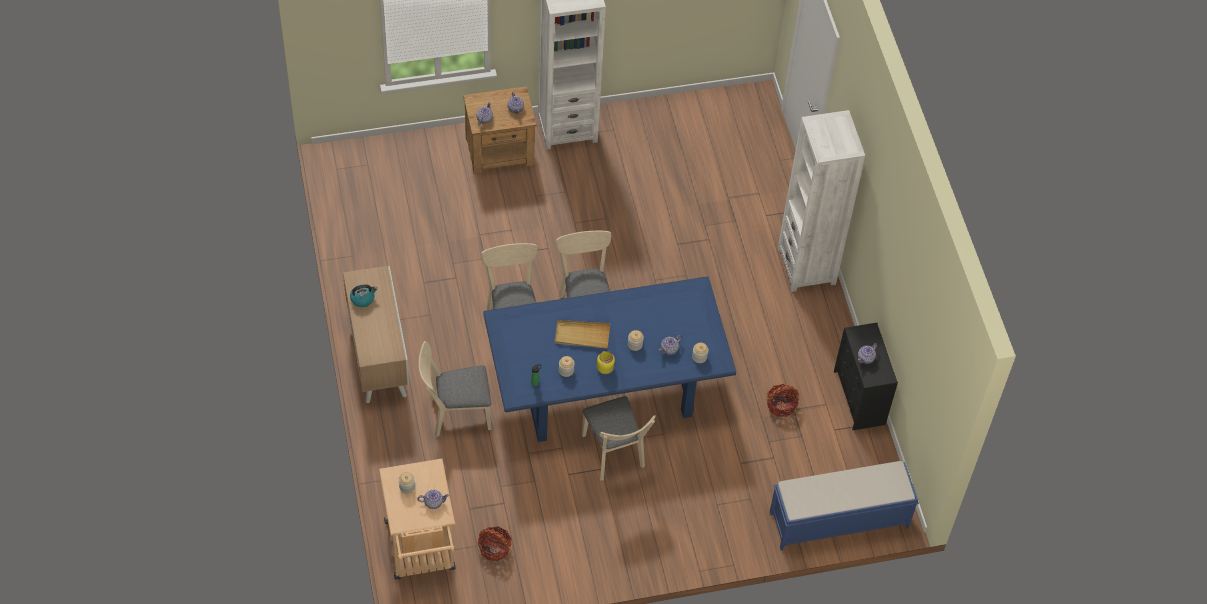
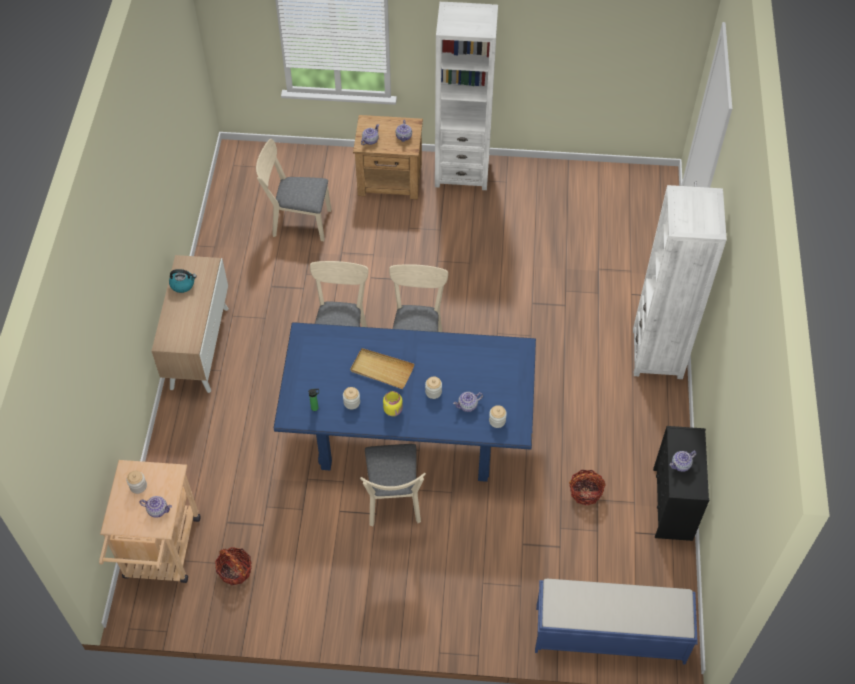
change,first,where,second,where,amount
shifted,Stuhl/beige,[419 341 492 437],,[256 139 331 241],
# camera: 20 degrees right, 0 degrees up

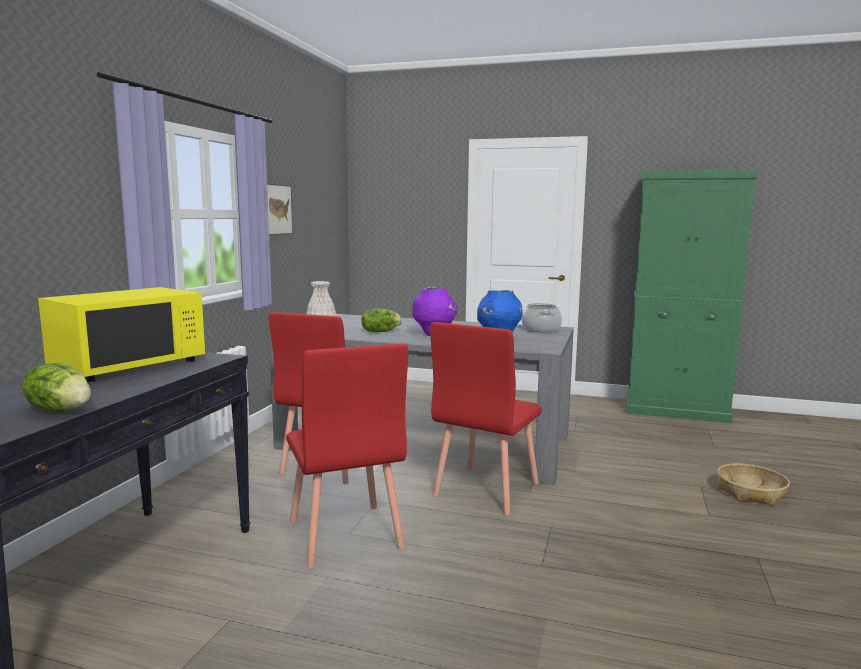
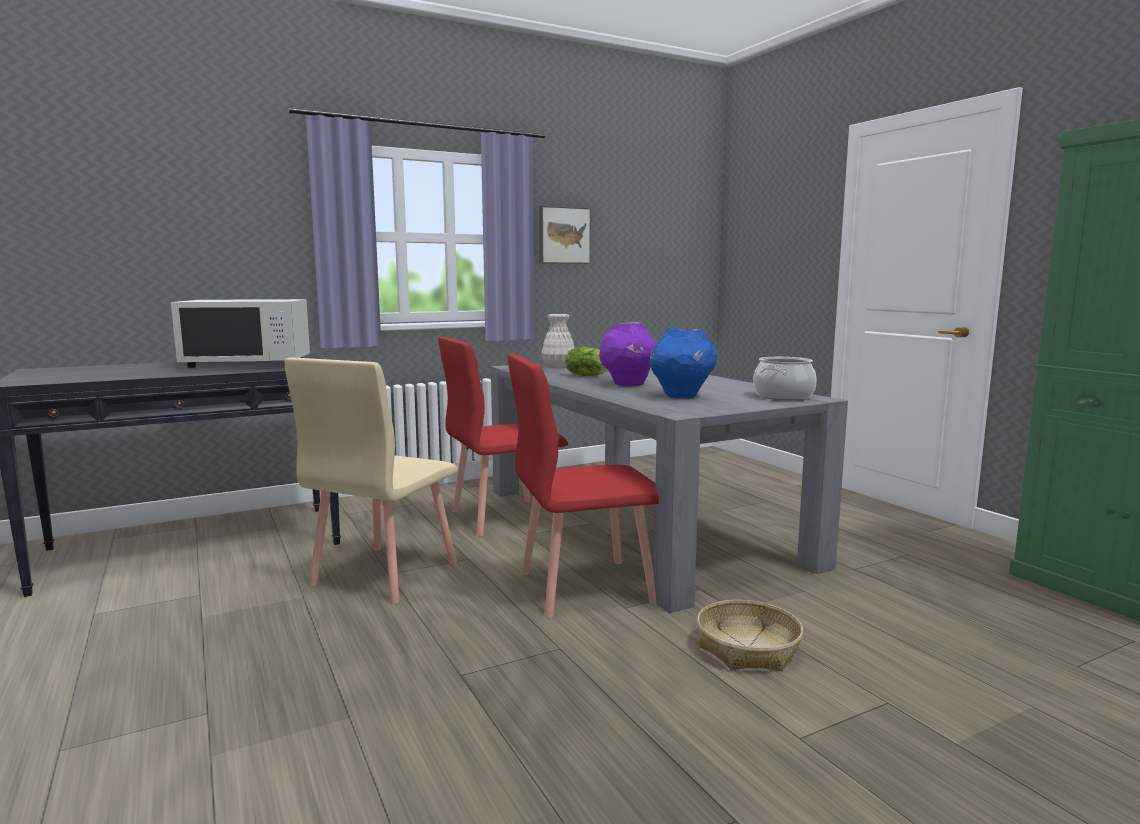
change,first,where,second,where,amount
repainted,Mikrowelle/gelb,[38 287 205 382],Mikrowelle/weiß,[171 299 310 368],
repainted,Stuhl/rot,[286 344 408 568],Stuhl/beige,[284 358 458 604],
shifted,Korb,[717 463 790 506],,[697 600 803 671],
gone,Salatkopf,[22 363 91 412],,,
# camera: 45 degrees right, 0 degrees up

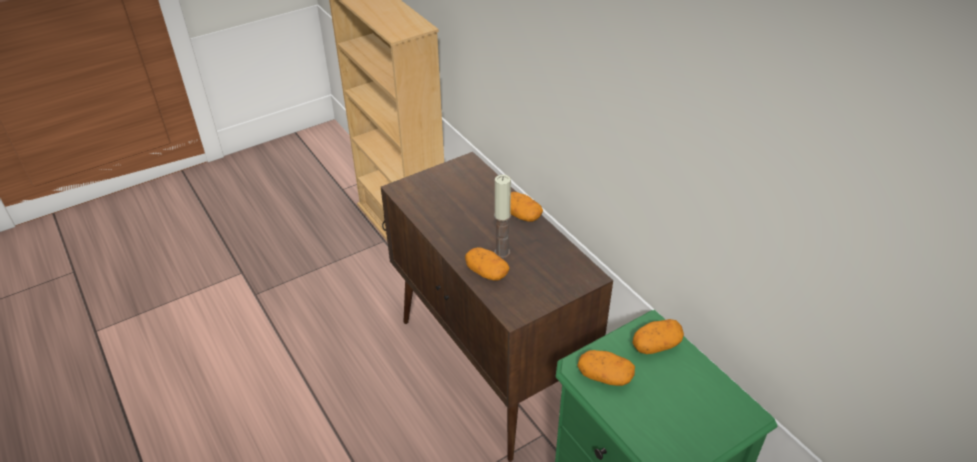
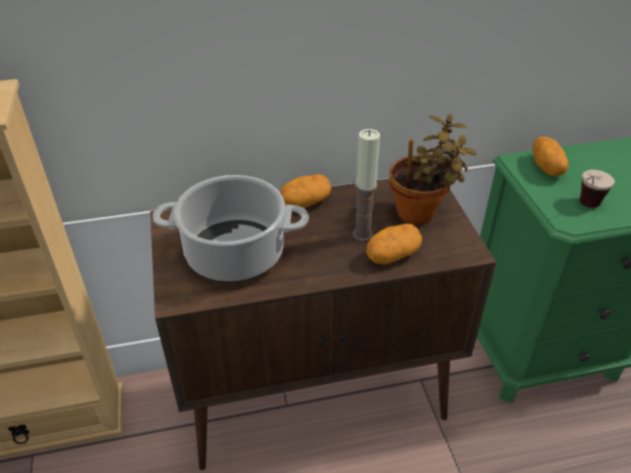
change,first,where,second,where,amount
new,,,Kochtopf,[153 175 309 283],
new,,,Topfpflanze,[389 114 477 225],
swapped,Kartoffel,[577 350 635 386],Tasse,[580 170 615 208],
# camera: 70 degrees left, 0 degrees up

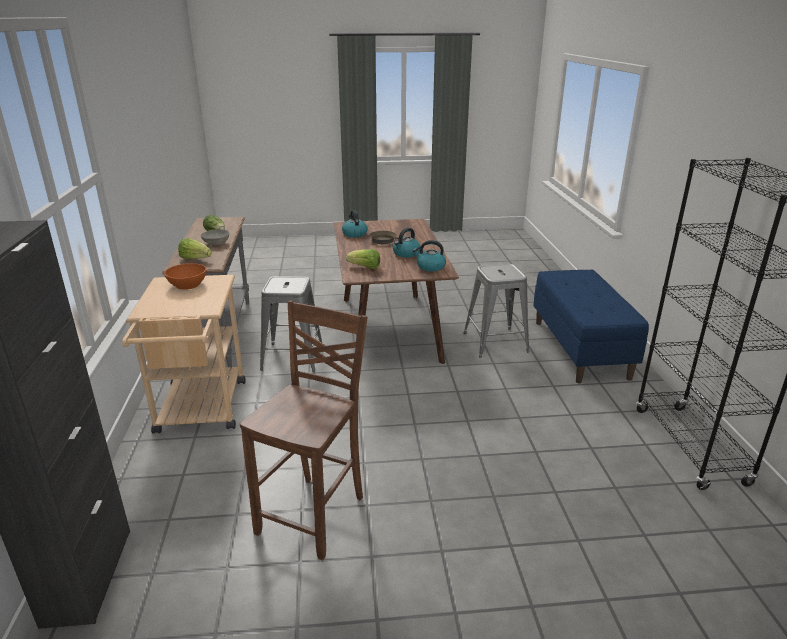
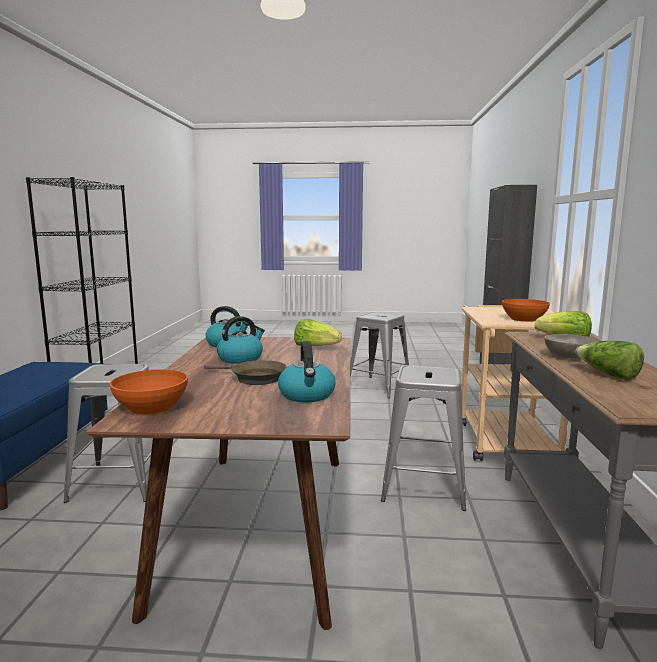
change,first,where,second,where,amount
new,,,Schüssel/orange,[109 369 188 415],
swapped,Stuhl/braun,[240 300 368 561],Hocker/grau,[350 312 409 398],
# camera: 170 degrees left, 15 degrees down

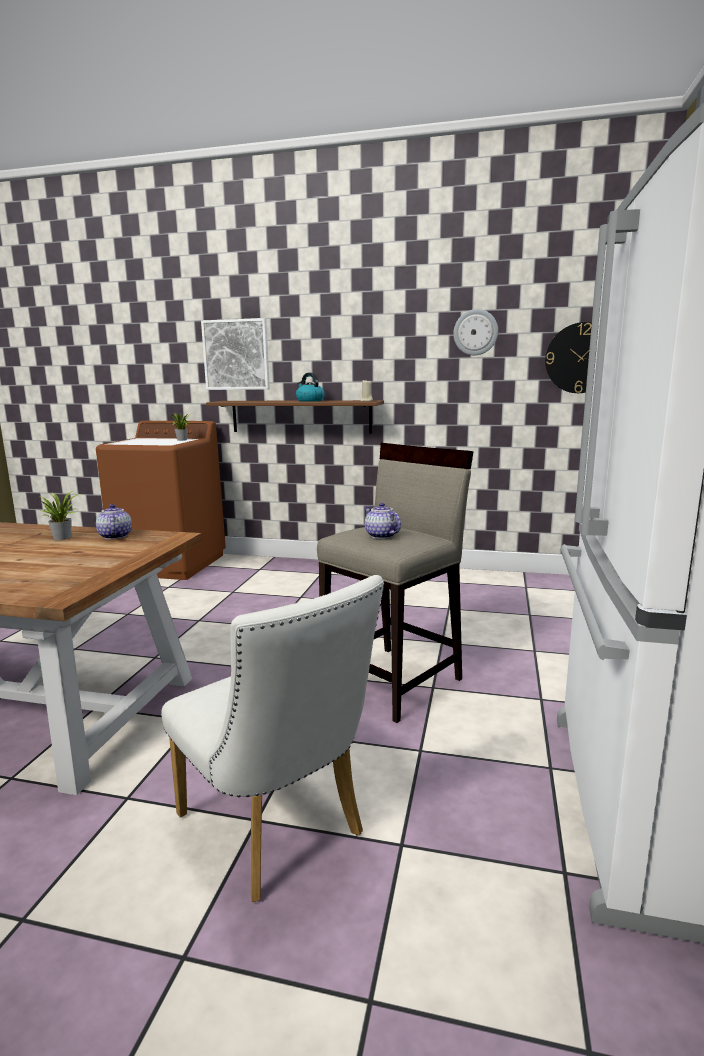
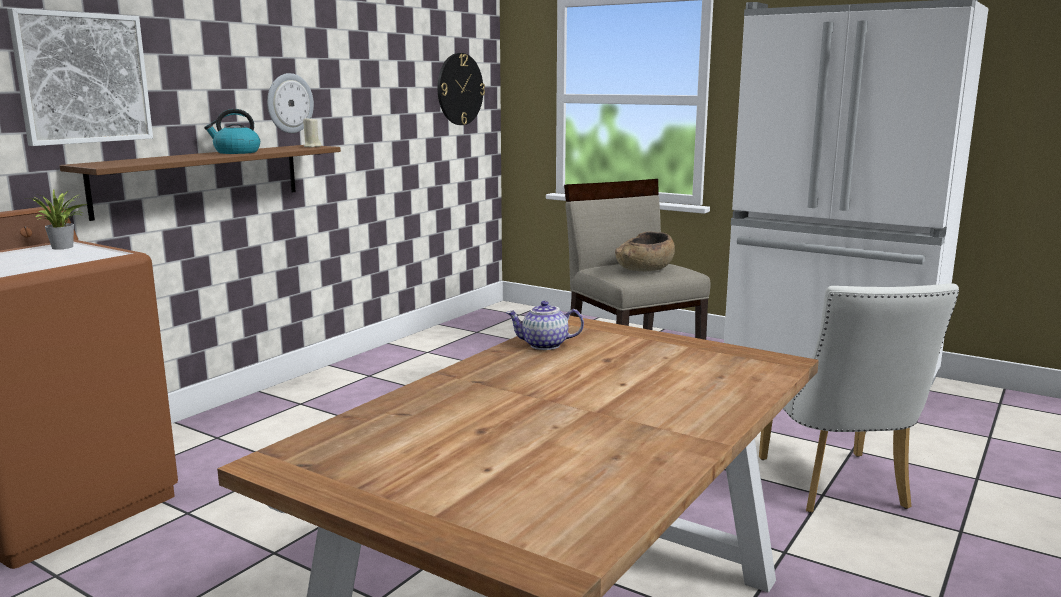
change,first,where,second,where,amount
shifted,Wanduhr,[453 309 498 355],,[267 73 314 133],
swapped,Teekanne,[365 503 401 539],Schüssel/braun,[615 232 675 271],
rotated,Stuhl/weiß,[161 575 384 902],,[759 283 959 513],105 degrees clockwise
gone,Topfpflanze,[38 491 80 540],,,
# camera: 70 degrees left, 0 degrees up

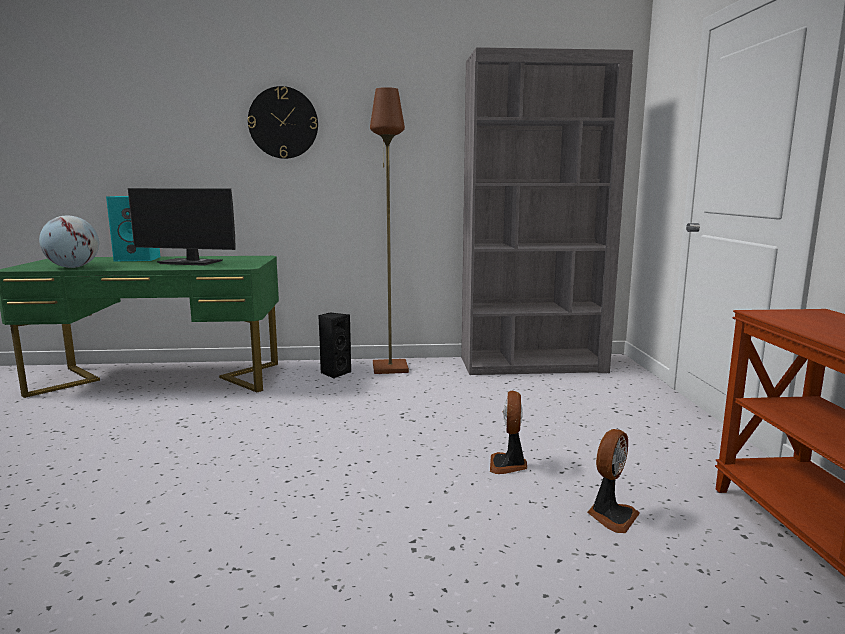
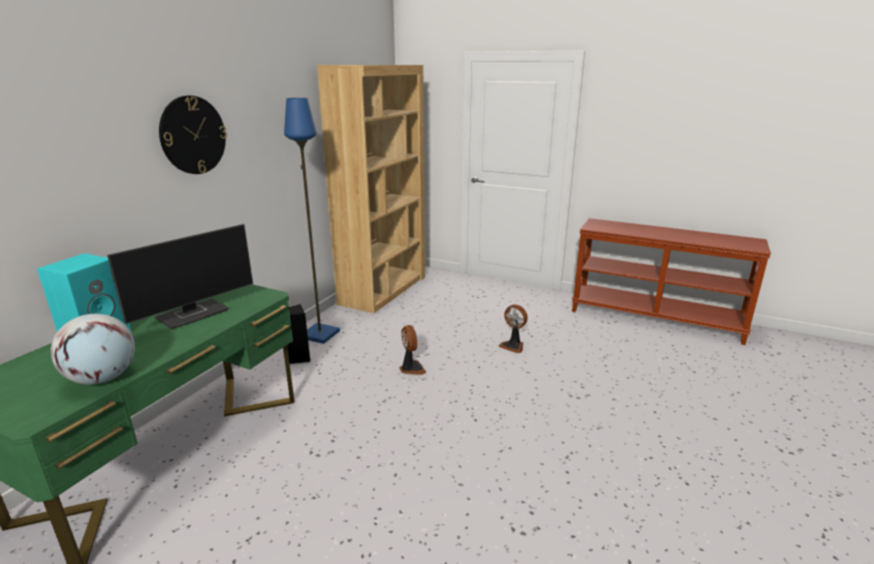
change,first,where,second,where,amount
repainted,Stehlampe/braun,[370 87 409 374],Stehlampe/blau,[284 98 340 344],
repainted,Bücherregal/grau,[461 47 633 375],Bücherregal/braun,[317 65 425 313],
shifted,Ventilator,[587 429 640 533],,[399 325 426 375],
# camera: 60 degrees left, 10 degrees up

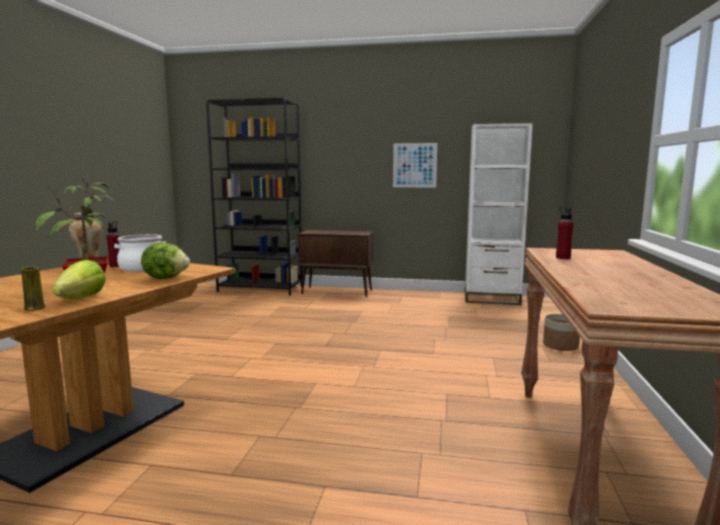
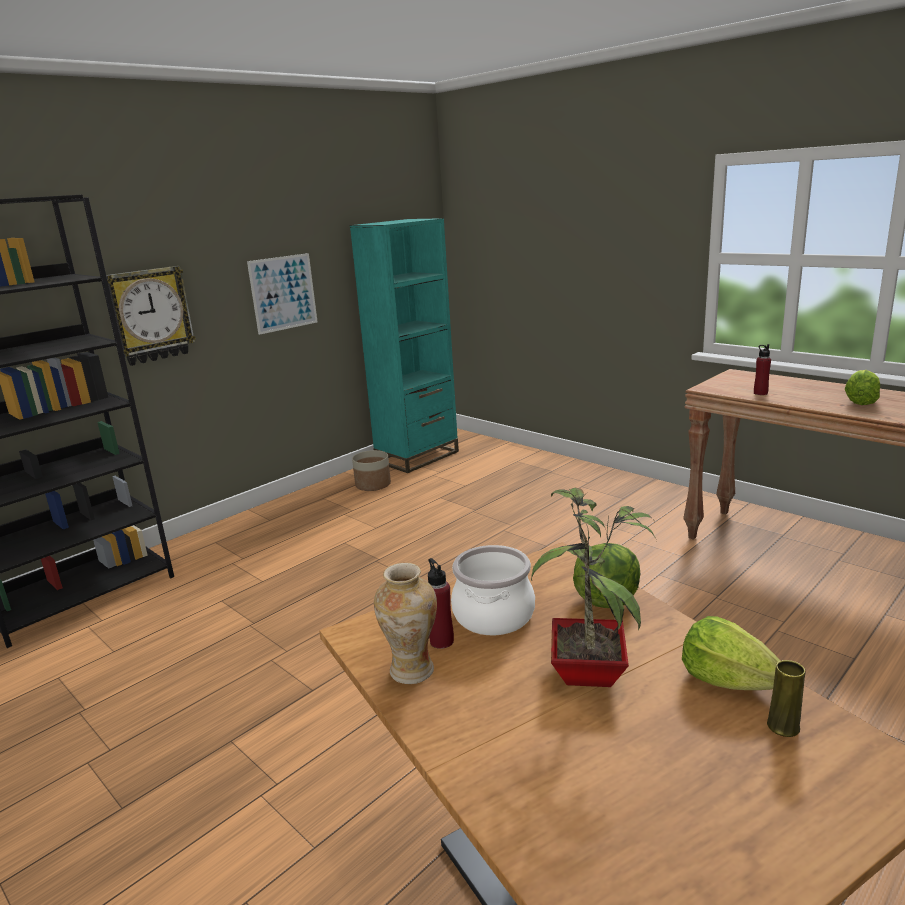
change,first,where,second,where,amount
new,,,Wanduhr,[101 266 196 366],
repainted,Bücherregal/weiß,[465 123 533 305],Bücherregal/türkis,[350 218 459 473],
shifted,Pflanzkübel,[543 314 580 351],,[352 450 391 491],
new,,,Salatkopf,[845 370 880 405],
gone,Schrank/braun,[298 230 374 297],,,
# camera: 55 degrees left, 10 degrees up

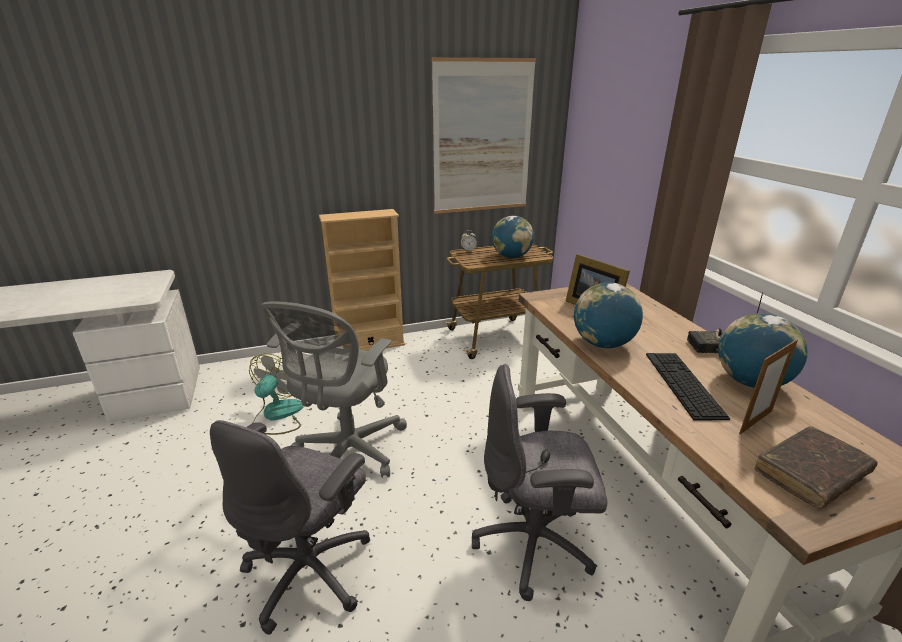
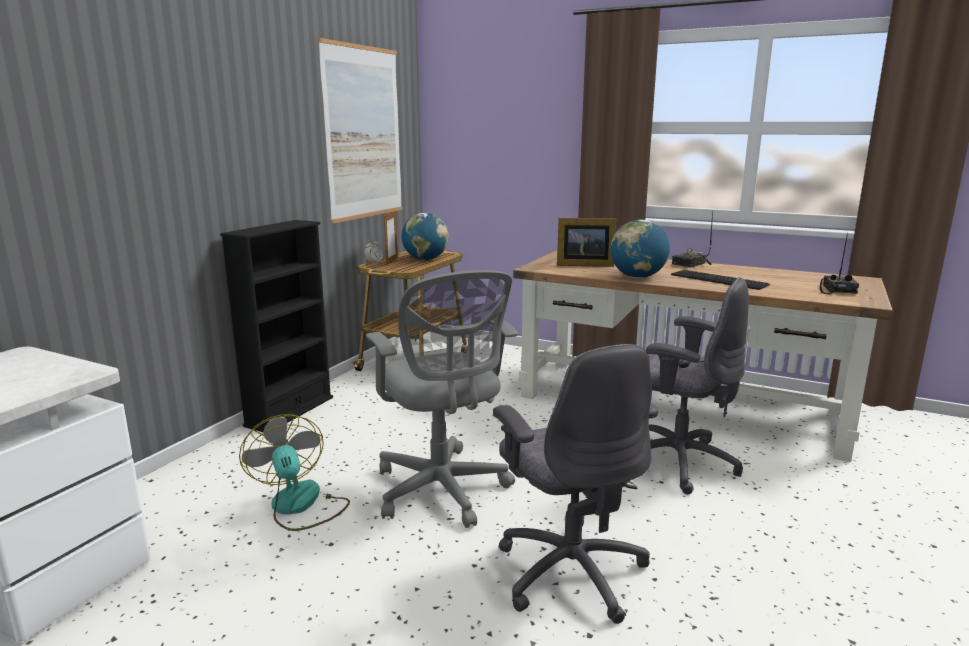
change,first,where,second,where,amount
repainted,Bücherregal/beige,[319 209 405 351],Bücherregal/schwarz,[220 220 333 432],
shifted,Bilderrahmen,[739 339 798 434],,[384 211 398 265],
rotated,Bürostuhl/grau,[472 364 608 601],,[646 277 749 494],105 degrees counterclockwise
swapped,Buch/braun,[754 426 878 509],Radio,[820 233 859 294],
gone,Globus,[718 313 807 388],,,
# camera: 45 degrees left, 10 degrees down

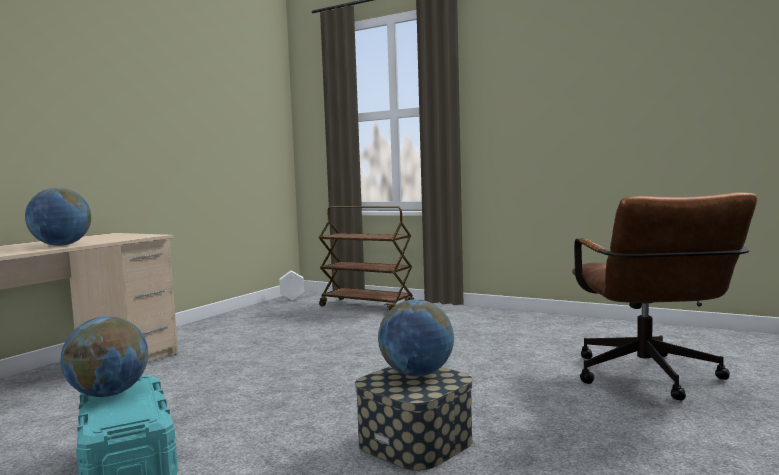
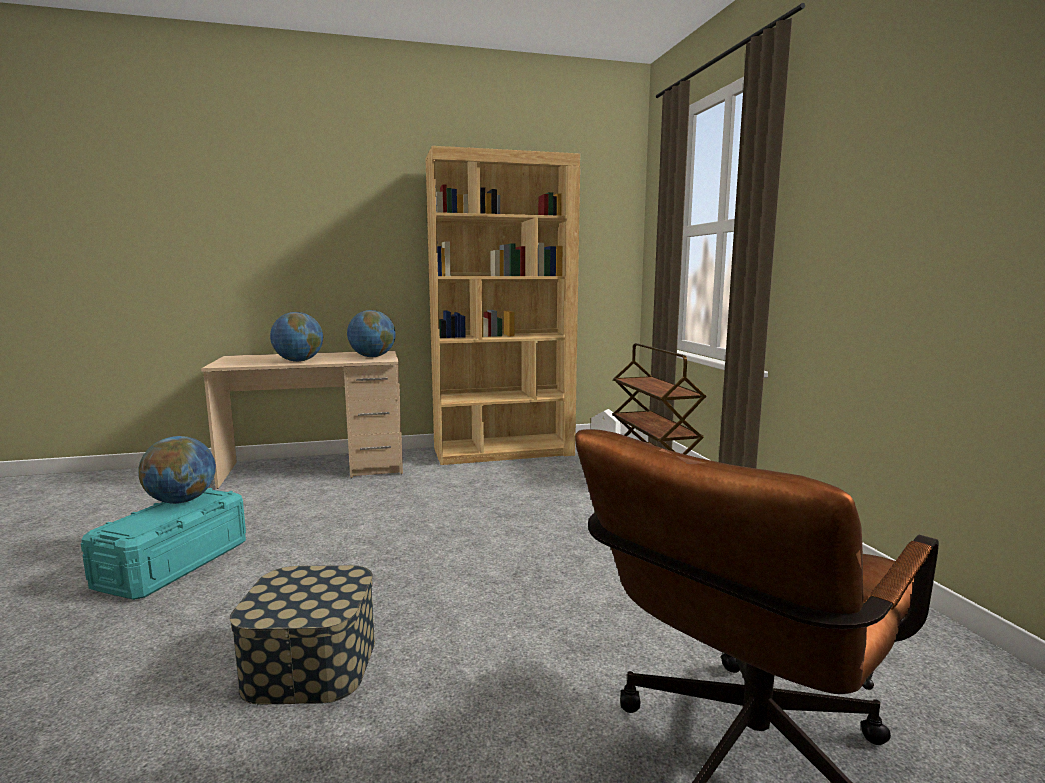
change,first,where,second,where,amount
shifted,Globus,[378 299 454 376],,[347 310 396 357],
new,,,Bücherregal/braun,[425 146 580 465],
# camera: 45 degrees right, 5 degrees up

